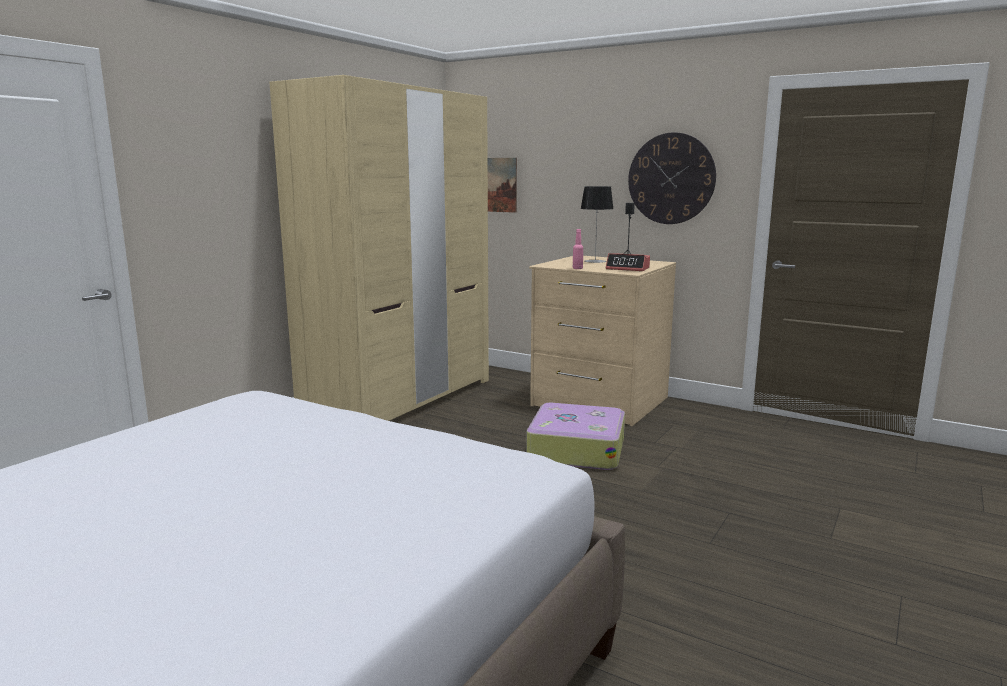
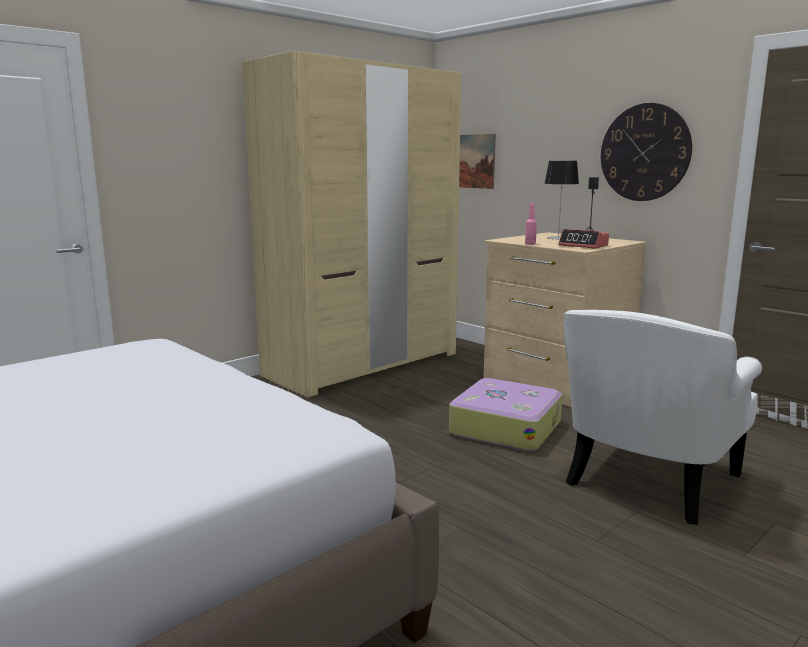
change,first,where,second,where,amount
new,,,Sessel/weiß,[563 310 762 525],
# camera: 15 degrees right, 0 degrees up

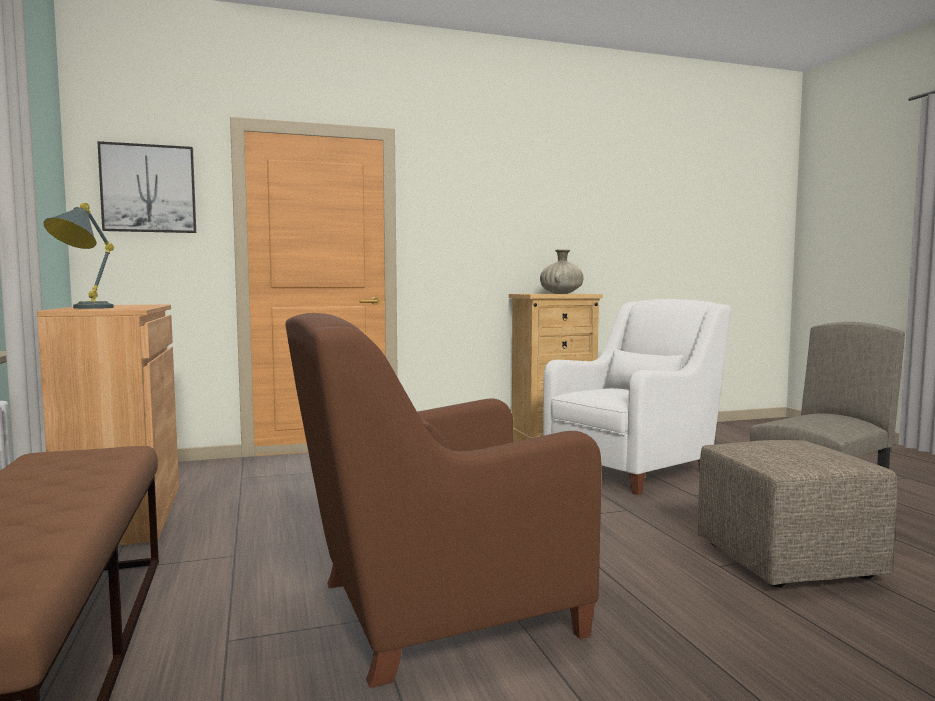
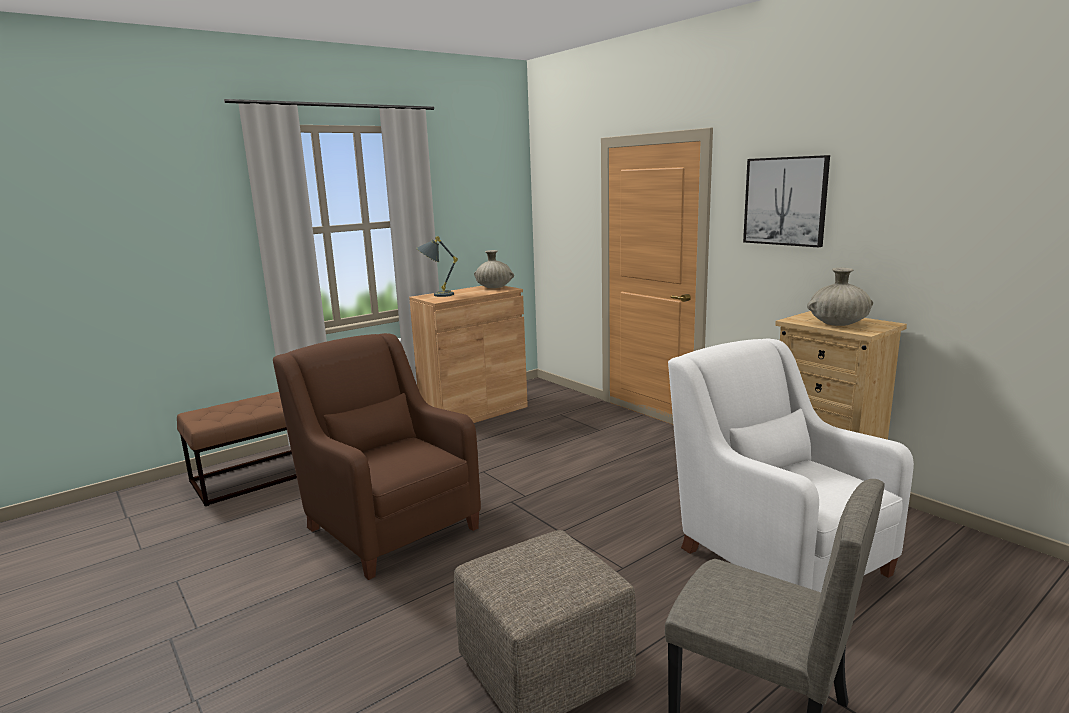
change,first,where,second,where,amount
new,,,Vase/beige,[474 250 514 288],
rotated,Sessel/weiß,[543 299 731 495],,[668 339 914 592],150 degrees counterclockwise
shifted,Bild,[97 141 196 233],,[743 155 830 247],
# camera: 70 degrees right, 10 degrees up

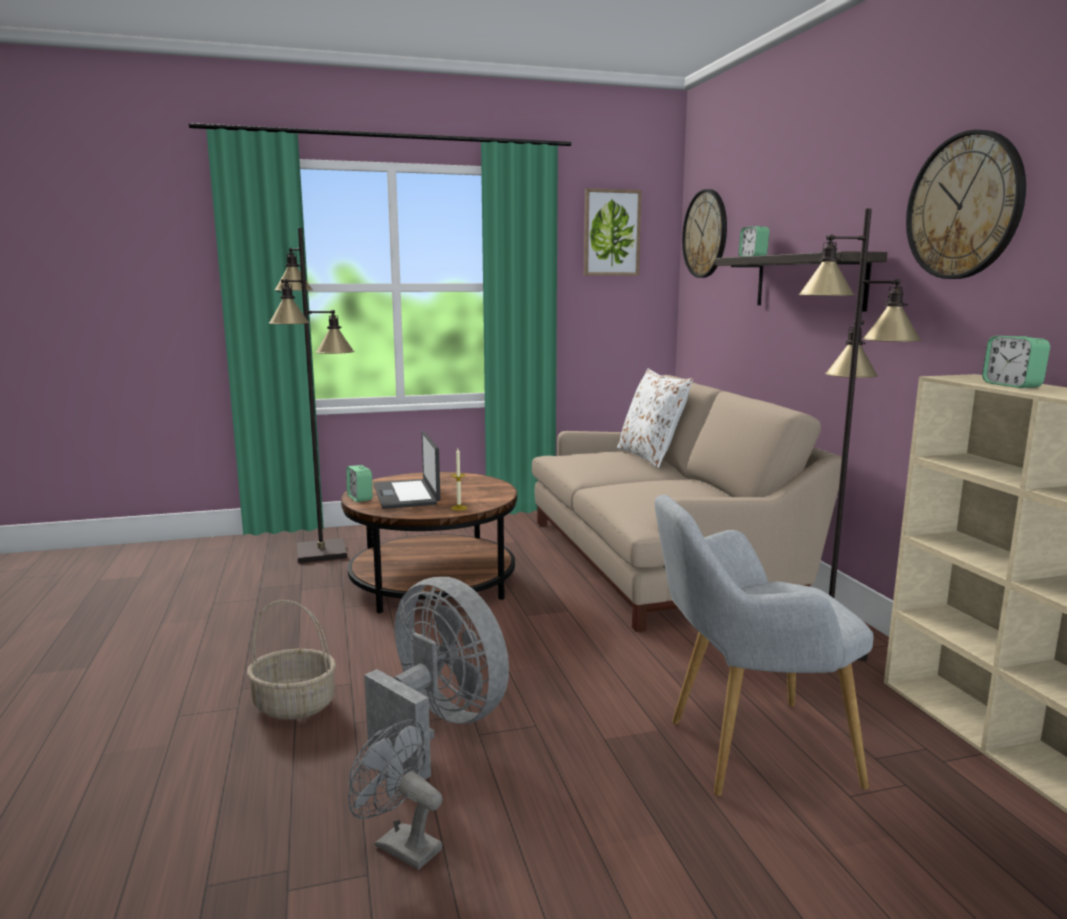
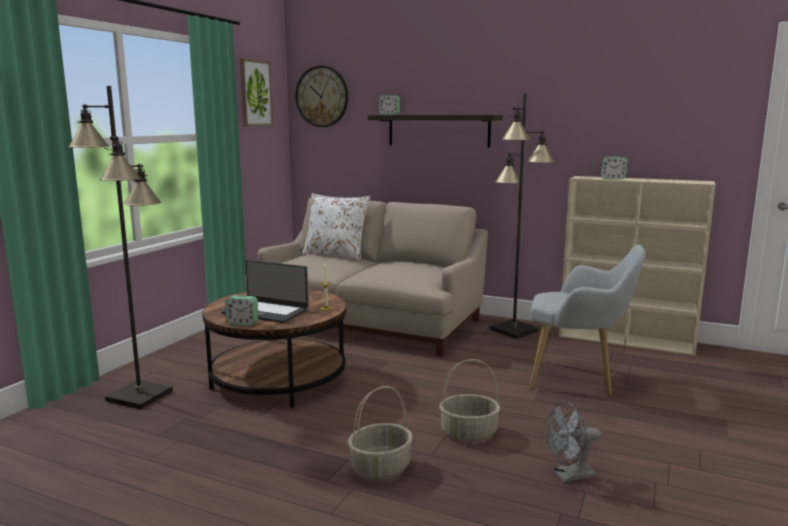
change,first,where,second,where,amount
swapped,Ventilator/grau,[364 577 509 780],Korb,[439 359 501 442],
rotated,Sessel/grau,[654 495 874 796],,[529 245 646 395],105 degrees counterclockwise
gone,Wanduhr,[906 130 1026 279],,,
# camera: 50 degrees left, 0 degrees up

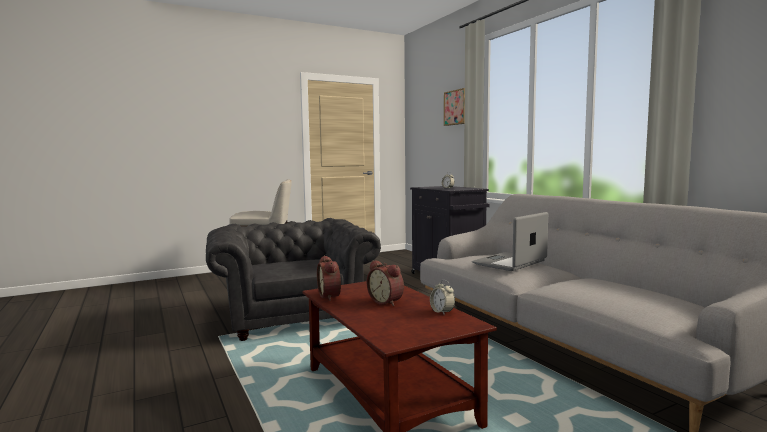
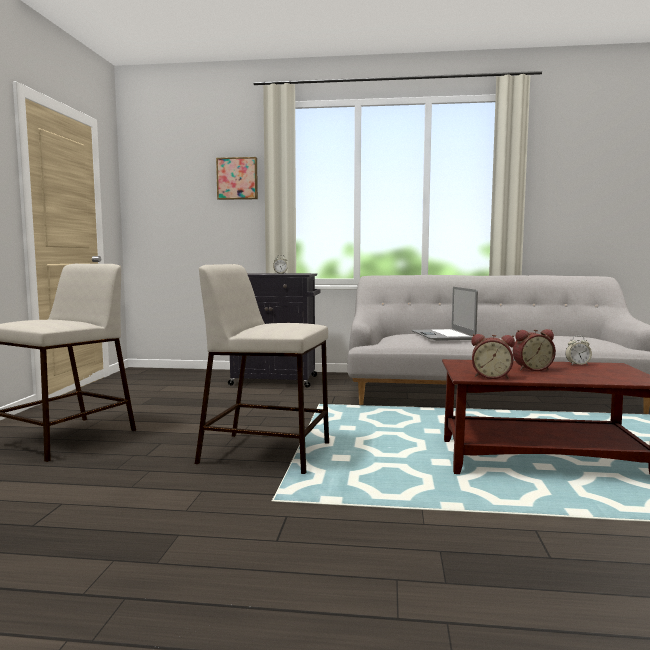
change,first,where,second,where,amount
swapped,Sessel/grau,[206 218 381 341],Hocker/beige,[195 264 329 474],
# camera: 55 degrees left, 0 degrees up

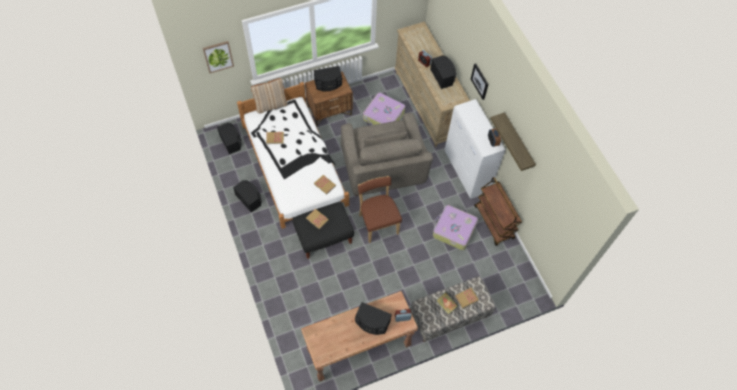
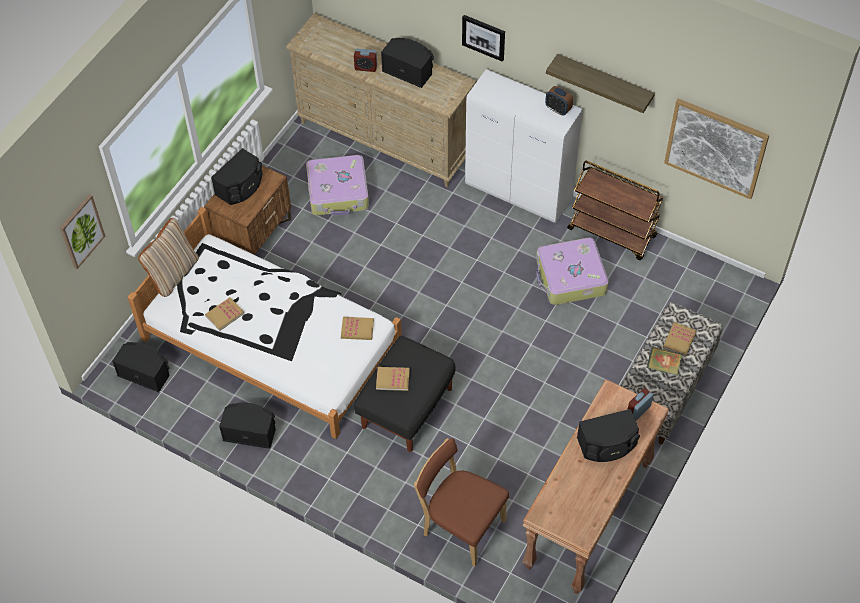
change,first,where,second,where,amount
shifted,Stuhl/braun,[358 176 402 243],,[414 438 509 567],
new,,,Bild,[664 98 769 199],
gone,Sessel/grau,[341 113 433 196],,,
# camera: 35 degrees left, 5 degrees down

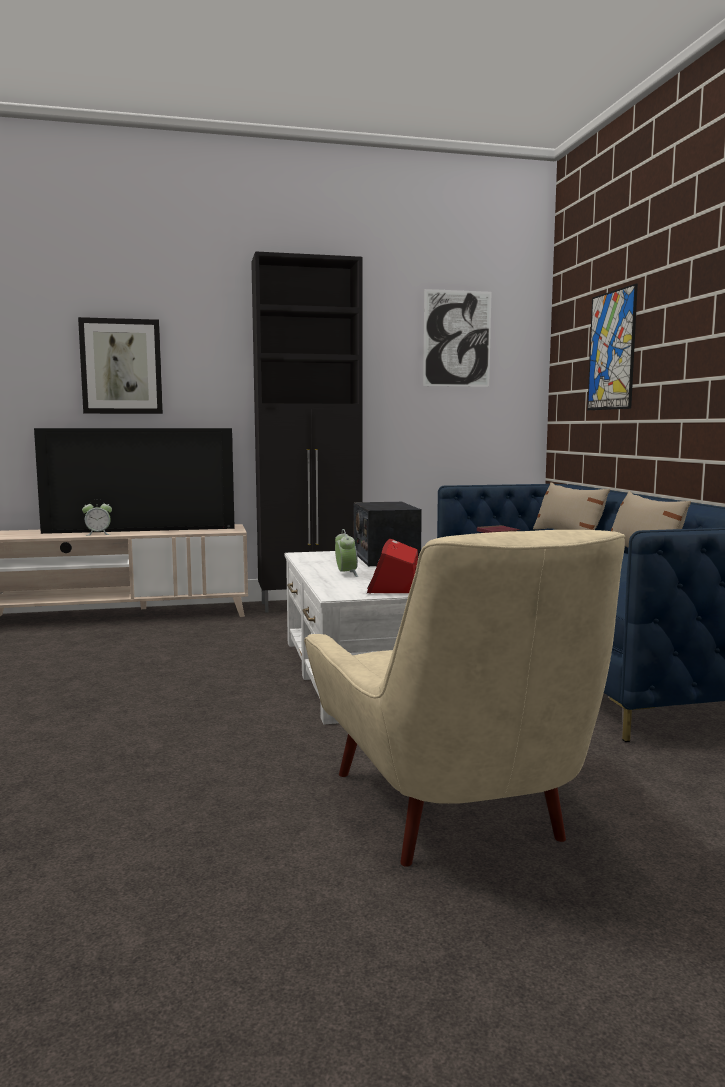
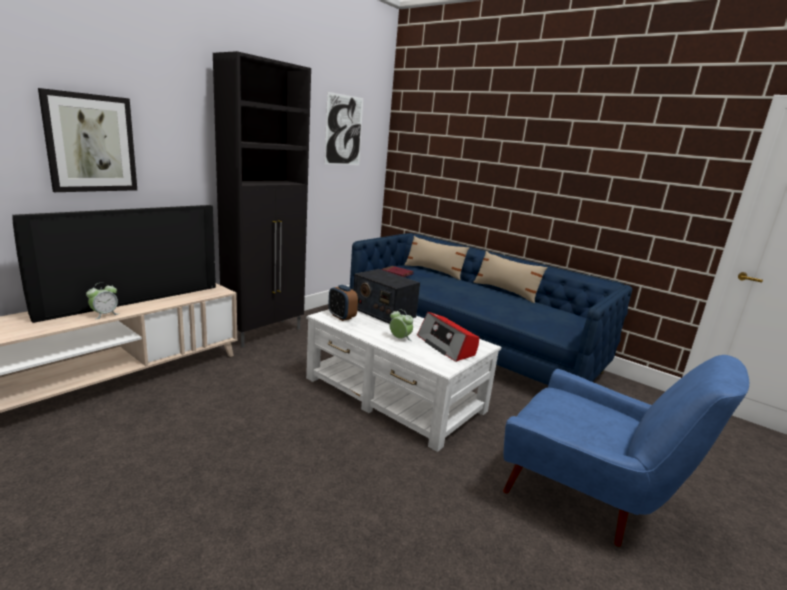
change,first,where,second,where,amount
new,,,Wecker,[328 285 358 321],
repainted,Sessel/beige,[304 530 625 867],Sessel/blau,[503 355 749 547],
gone,Bild,[587 284 638 410],,,
# camera: 40 degrees left, 10 degrees up

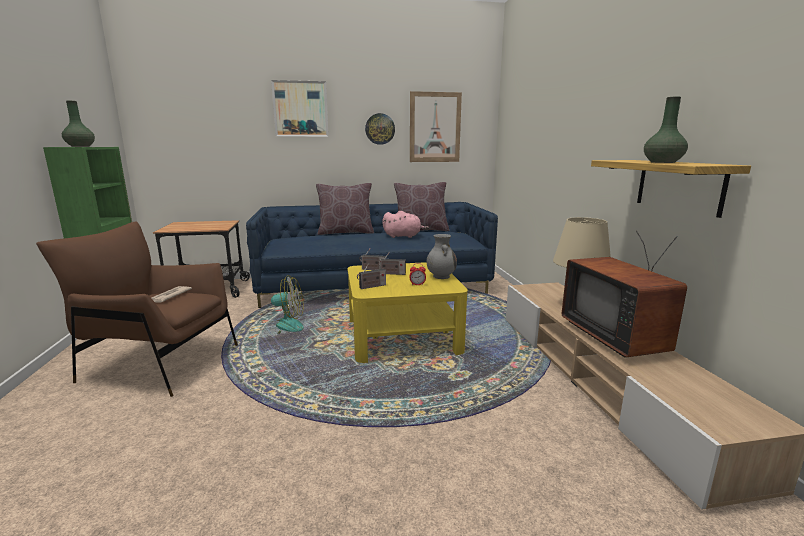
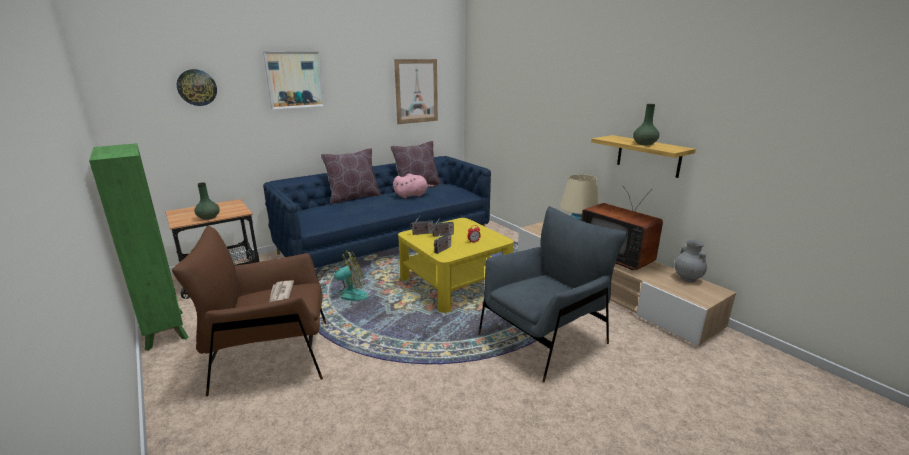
change,first,where,second,where,amount
shifted,Wanduhr,[365 113 395 145],,[177 69 217 106],
shifted,Vase/grün,[62 101 95 147],,[194 183 220 220],
new,,,Sessel/grau,[478 206 628 382],
shifted,Vase/grau,[427 234 457 279],,[675 240 707 282],
# camera: 25 degrees left, 5 degrees up

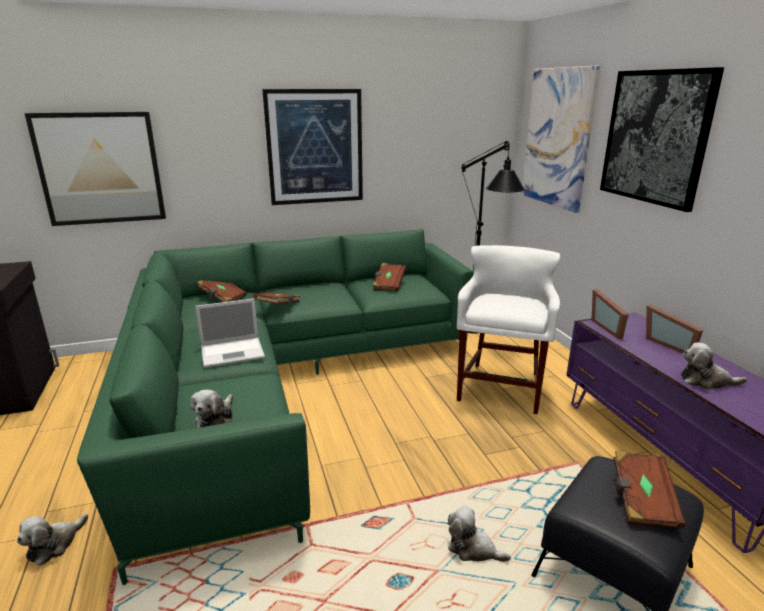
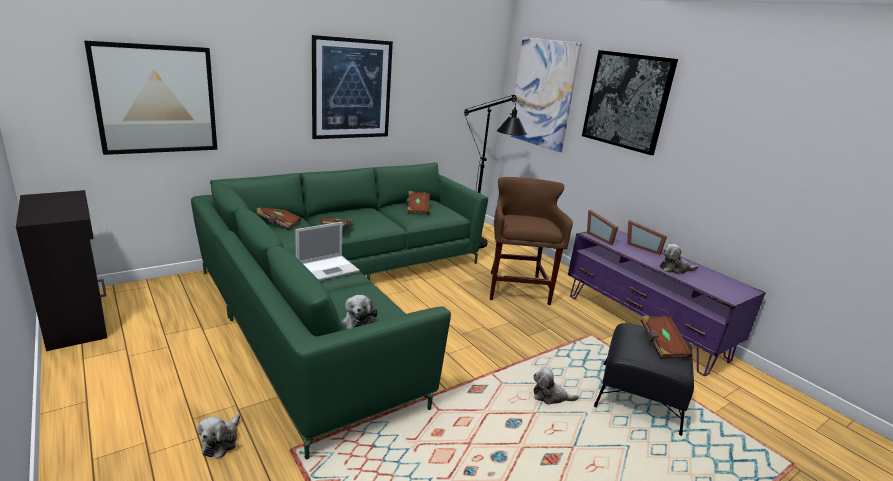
change,first,where,second,where,amount
repainted,Hocker/weiß,[457 245 560 414],Hocker/braun,[490 177 573 305],
# camera: 20 degrees left, 0 degrees up

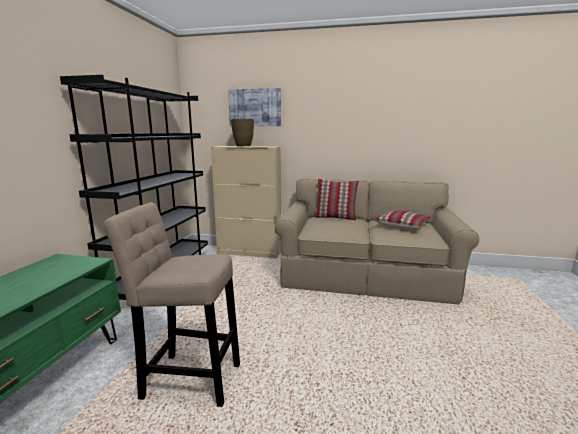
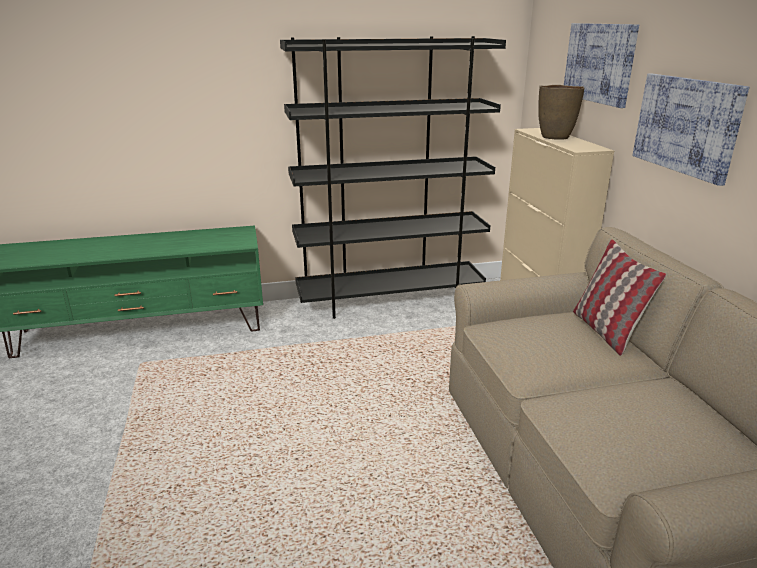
change,first,where,second,where,amount
new,,,Bild,[632 74 749 186],
gone,Hocker/beige,[103 202 240 407],,,
gone,Kissen,[373 211 432 230],,,
# camera: 65 degrees right, 10 degrees up

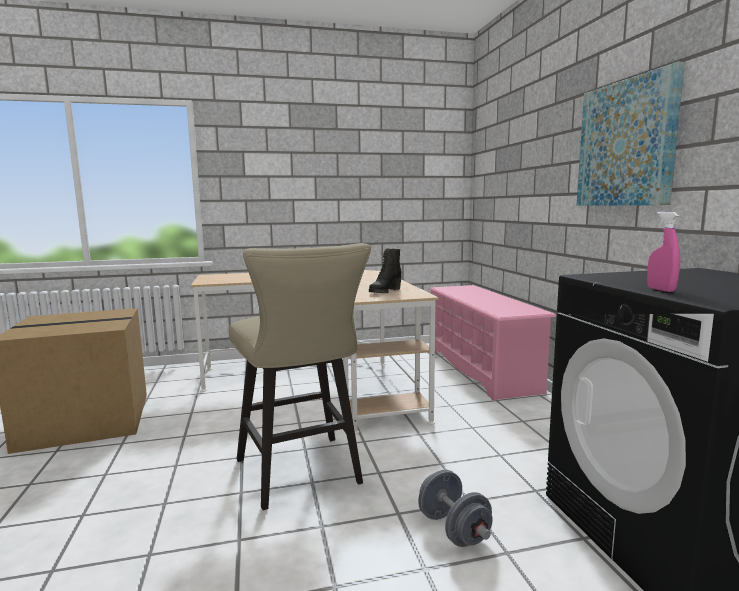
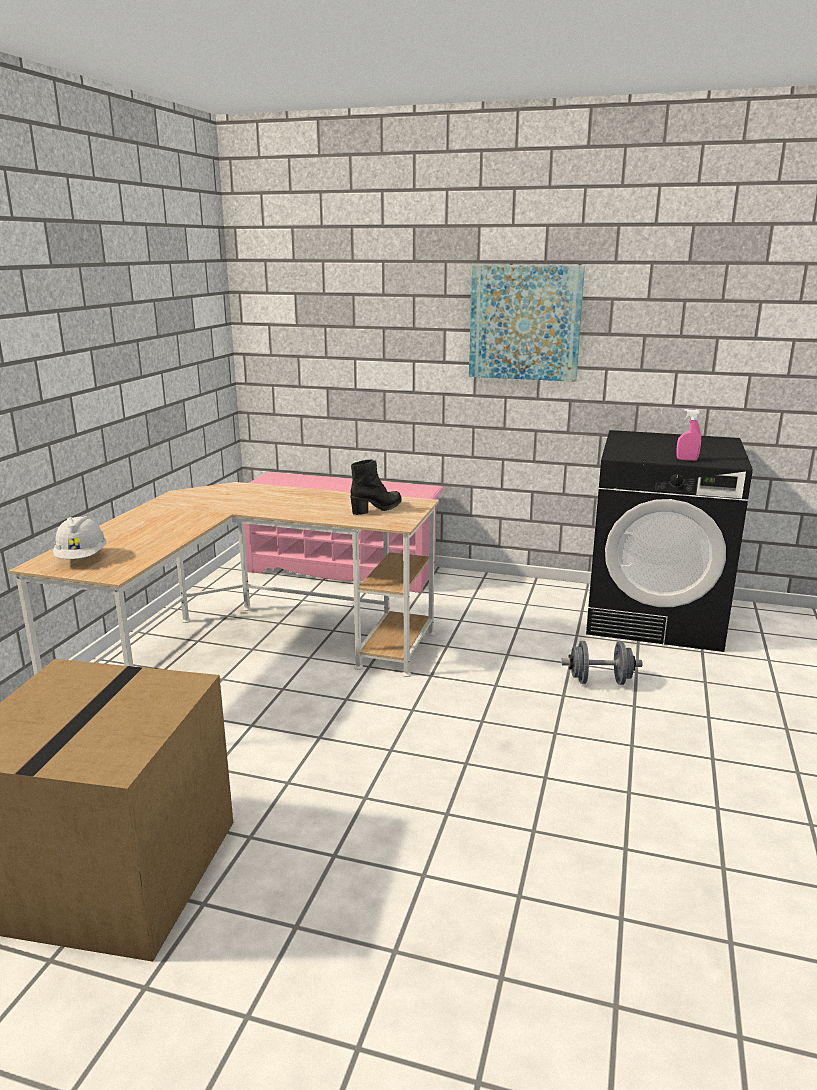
change,first,where,second,where,amount
new,,,Schutzhelm/weiß,[53 516 107 559],
rotated,Stiefel/schwarz,[369 248 402 293],,[350 459 402 515],105 degrees counterclockwise
gone,Hocker/beige,[229 243 371 510],,,
# camera: 60 degrees left, 10 degrees up

